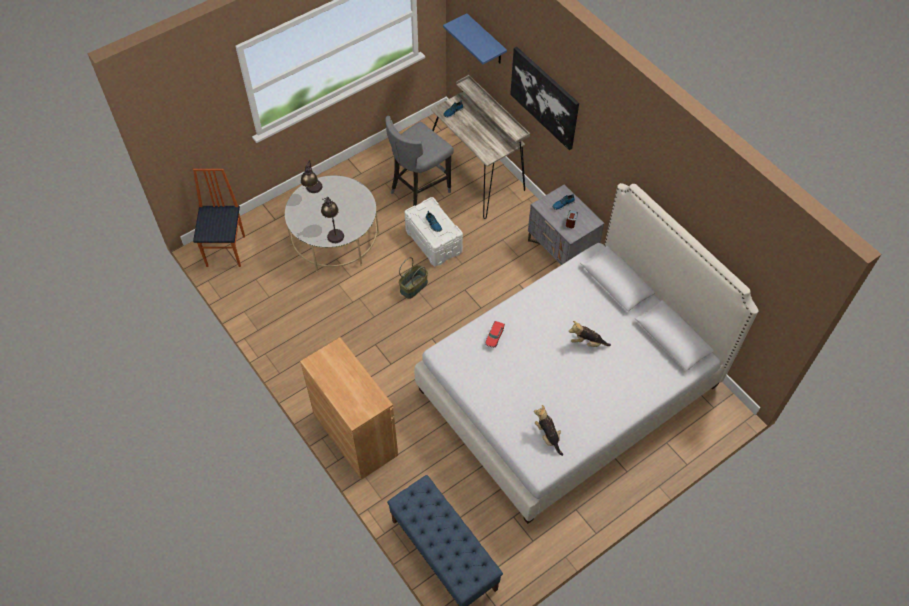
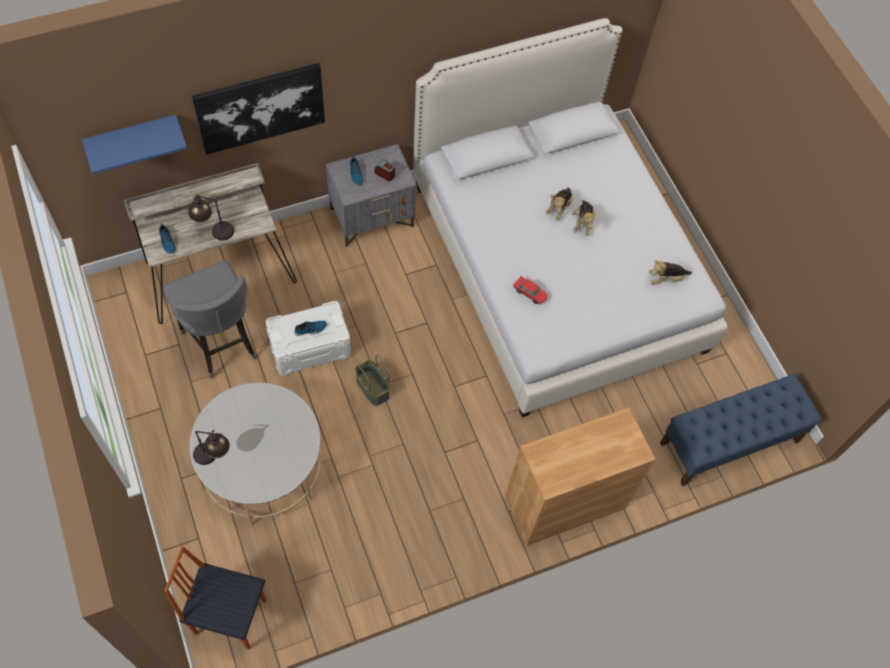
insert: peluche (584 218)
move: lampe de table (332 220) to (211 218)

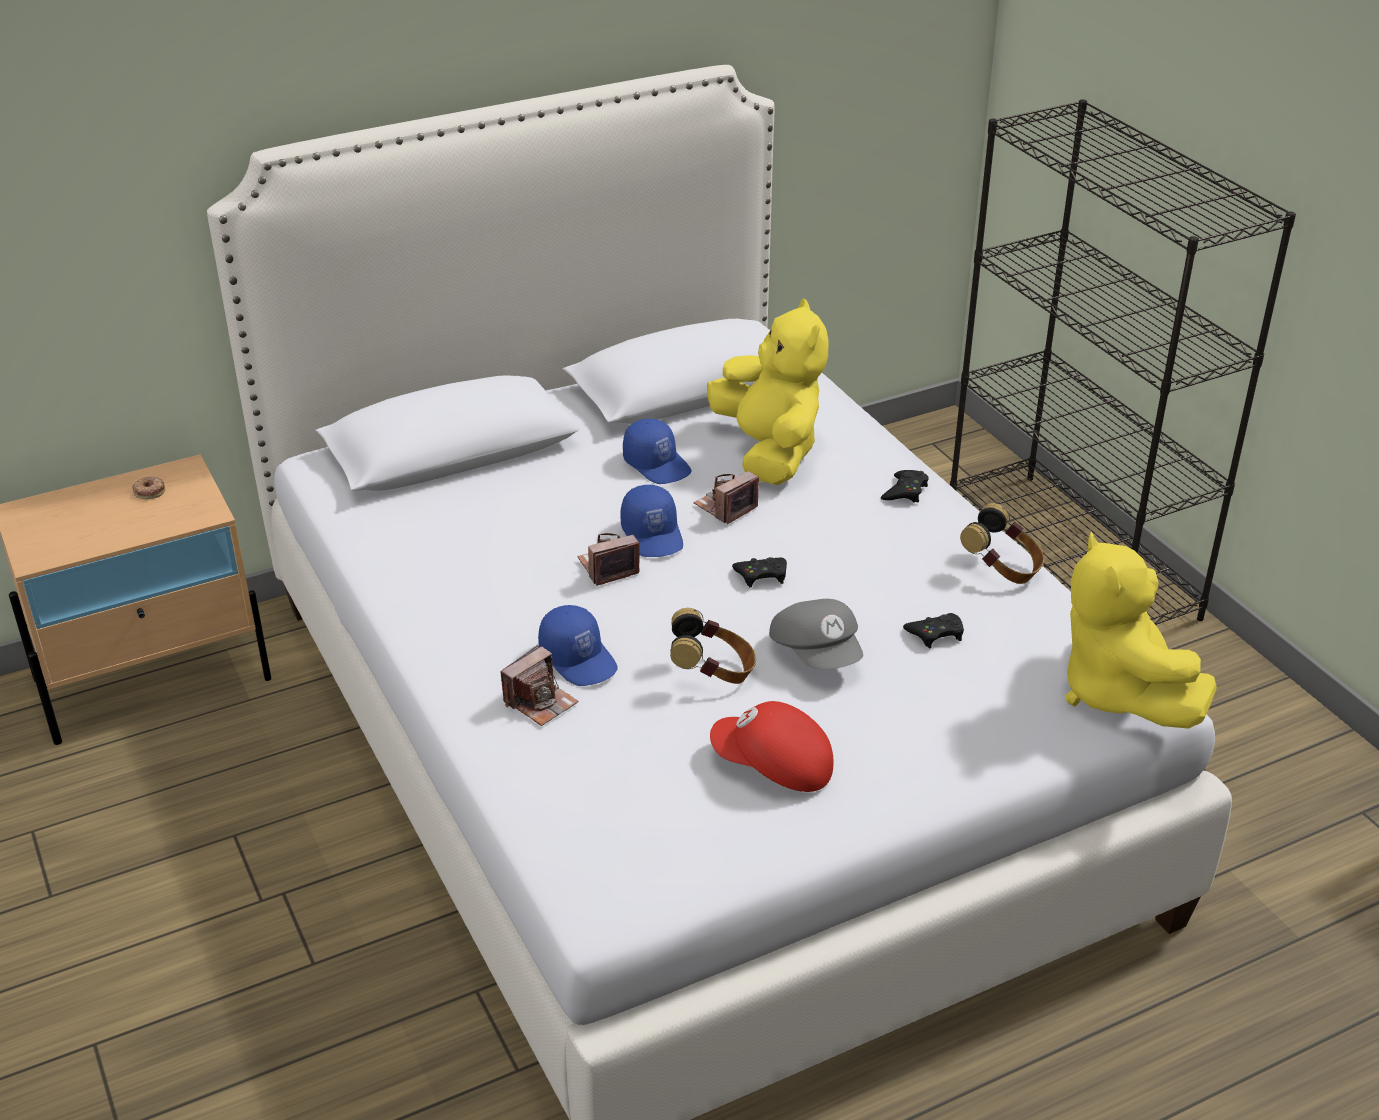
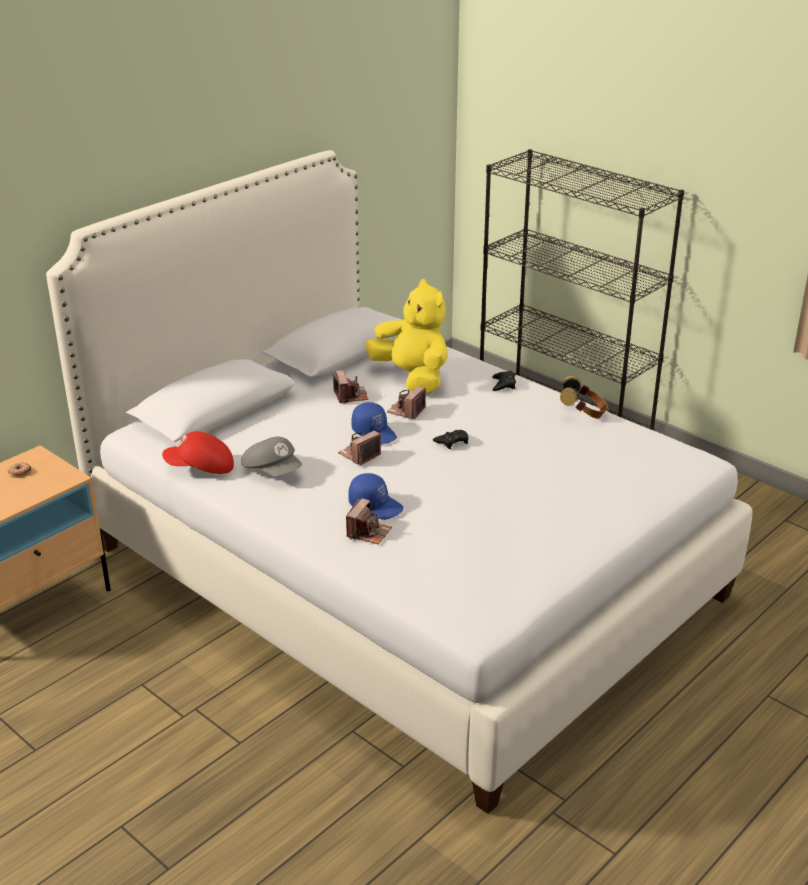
delete: casque audio (713 646); manette/noir (933 630); peluche/jaune (1141 630)
move: casquette/rouge (772 746) to (198 452); casquette/gris (816 634) to (271 456)
replace: casquette/bleu (657 451) to appareil photo (350 387)

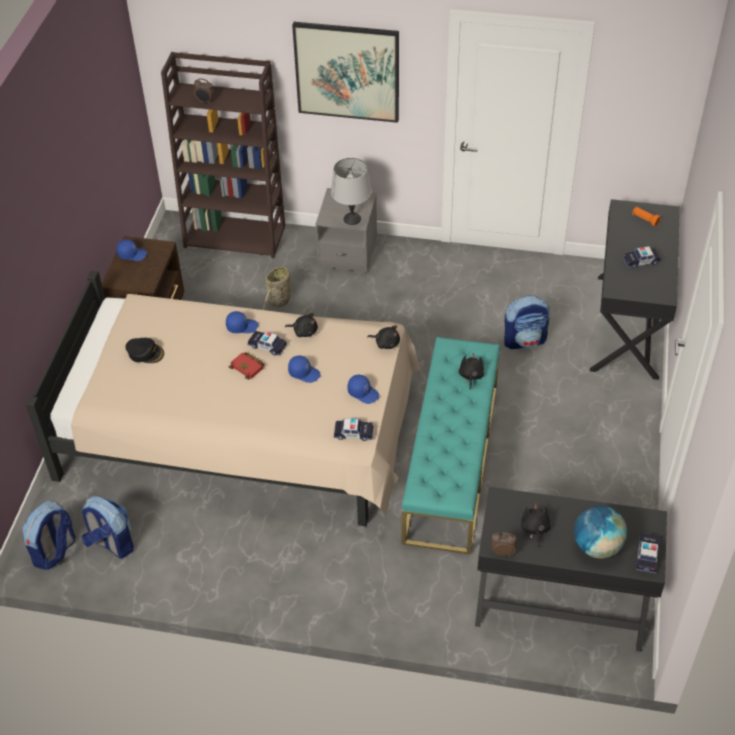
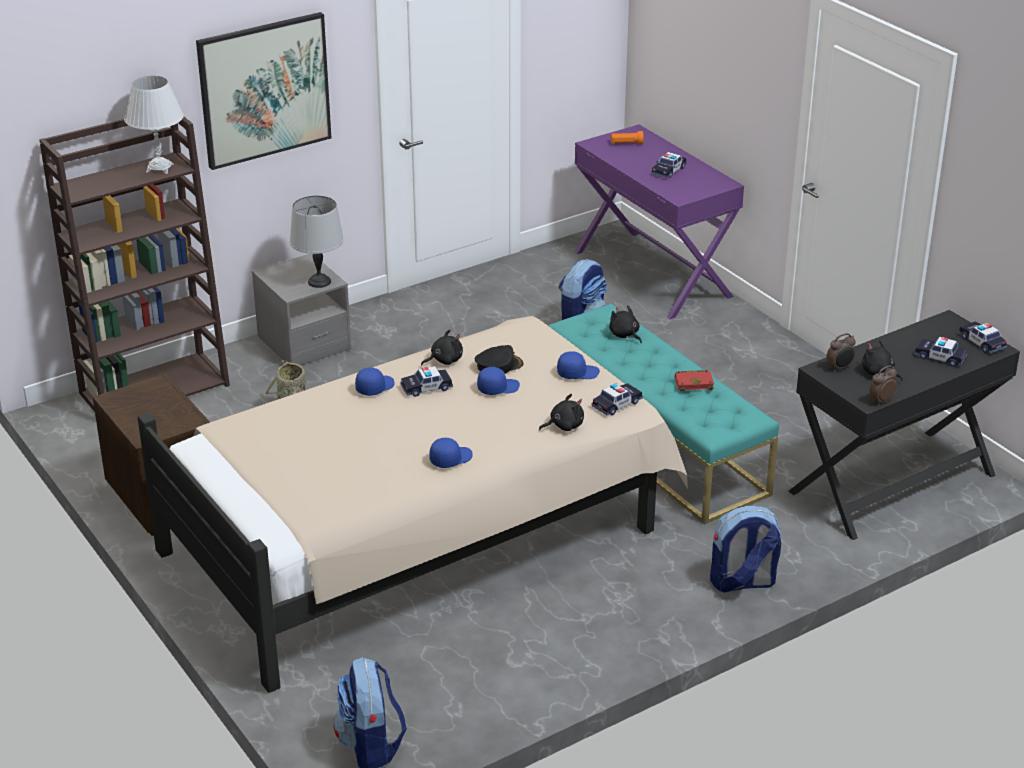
insert: lampe de table/blanc (154 125)
move: sac à dos (107 527) to (745 549); casquette/bleu (132 250) to (451 453); casquette/noir (144 350) to (499 359); réveil (204 91) to (841 352); livre/rouge (247 365) to (694 380); peluche/noir (383 337) to (561 412)
replace: globe (601 532) to petite voiture (940 352)
recolor: bureau/noir (635 289) to bureau/violet (659 222)

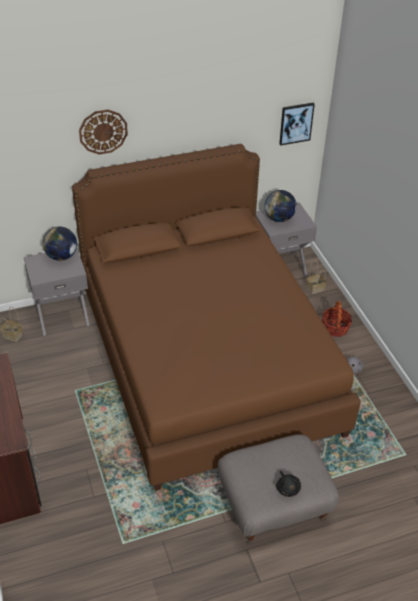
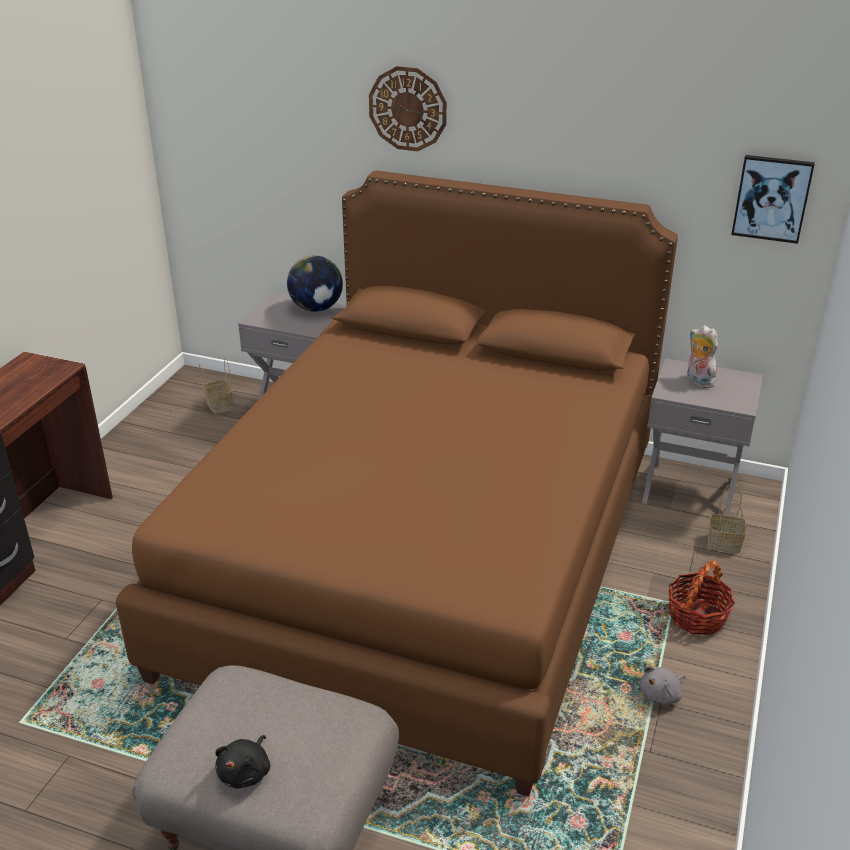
replace: globe (280 206) to peluche (702 356)

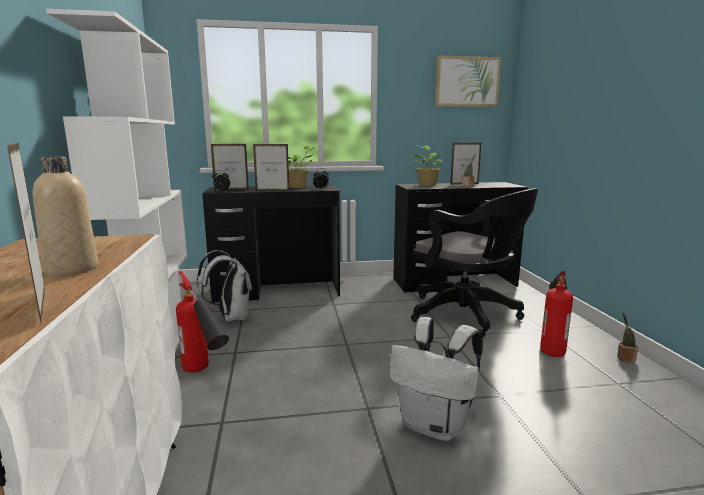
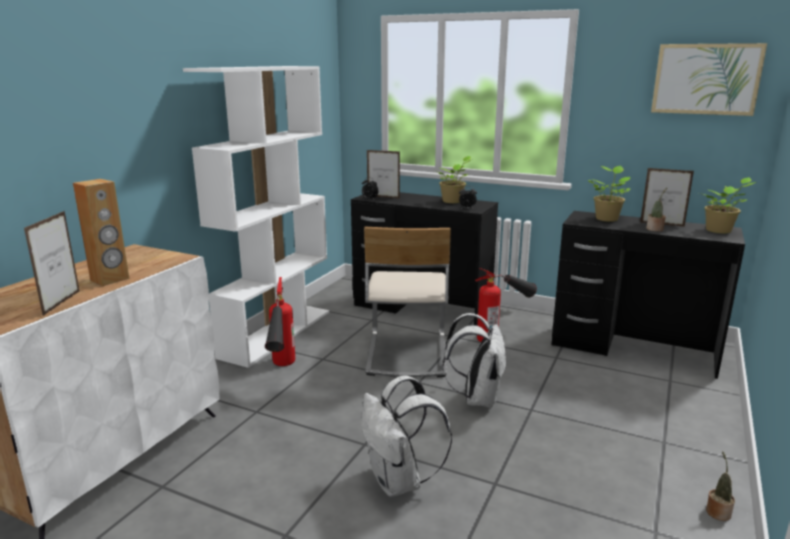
delete: cadre photo (271 167); chaise de bureau/noir (474 262)
insert: chaise/beige (407 302); plante en pot (727 205)
move: sac à dos/blanc (224 285) to (474 360); extincteur (556 314) to (506 305)
replace: bouteille/beige (65 216) to enceinte/marron (101 232)

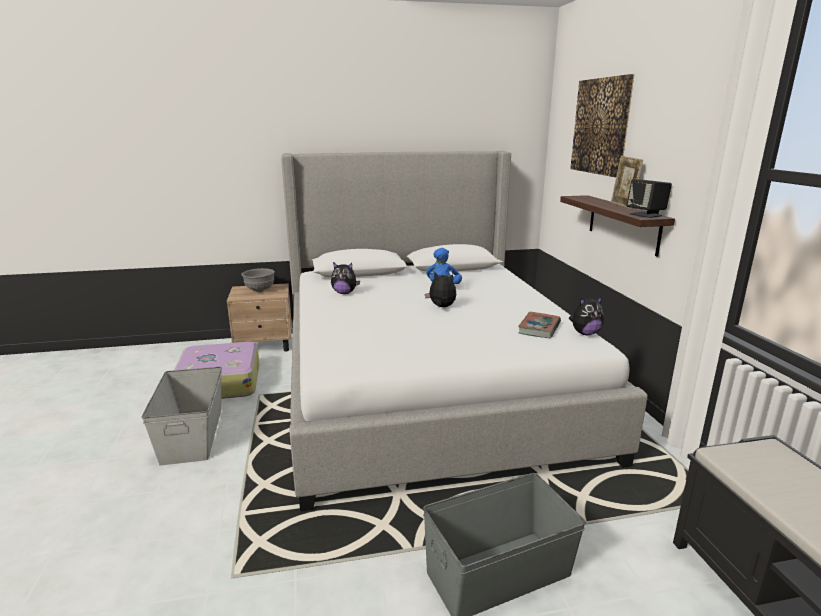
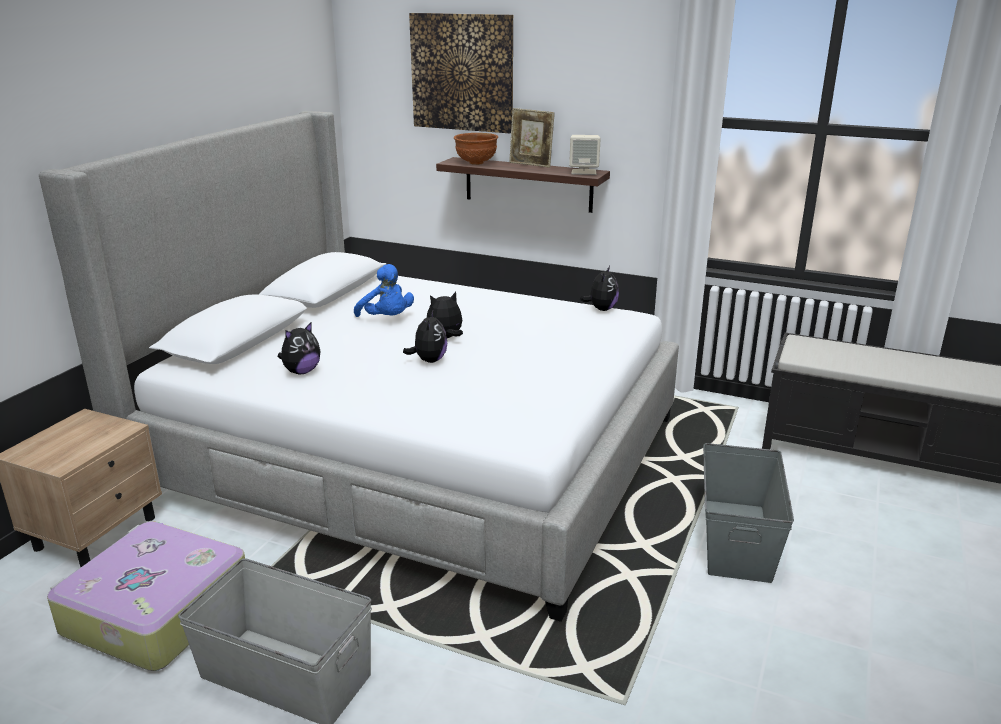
delete: bol/gris (258 280); livre (539 325)
insert: peluche (425 336); bol/marron (476 149)
recolor: enceinte/noir (649 198) to enceinte/beige (584 155)

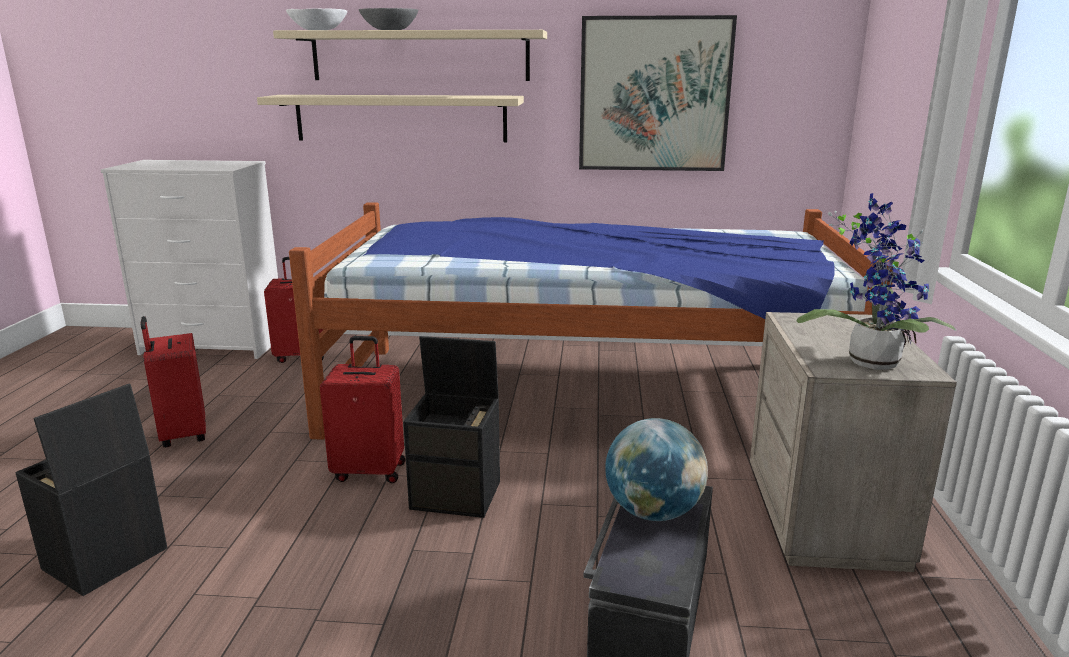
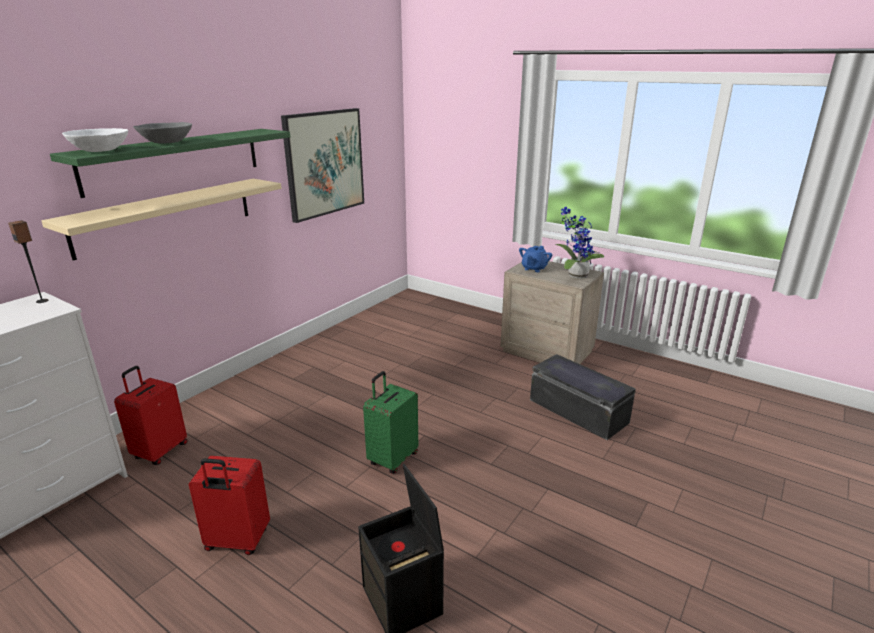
delete: lit (591 321); boîte de rangement/noir (451 427); globe (656 469)
insert: enceinte (28 261); théière/bleu (535 259)
recolor: étagère/beige (410 55) to étagère/vert (170 163); valise/rouge (362 409) to valise/vert (390 422)

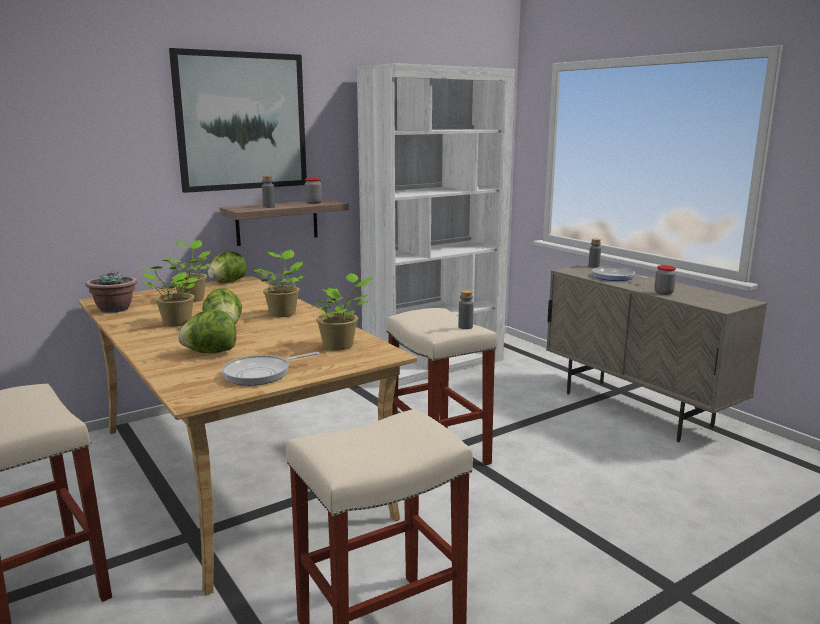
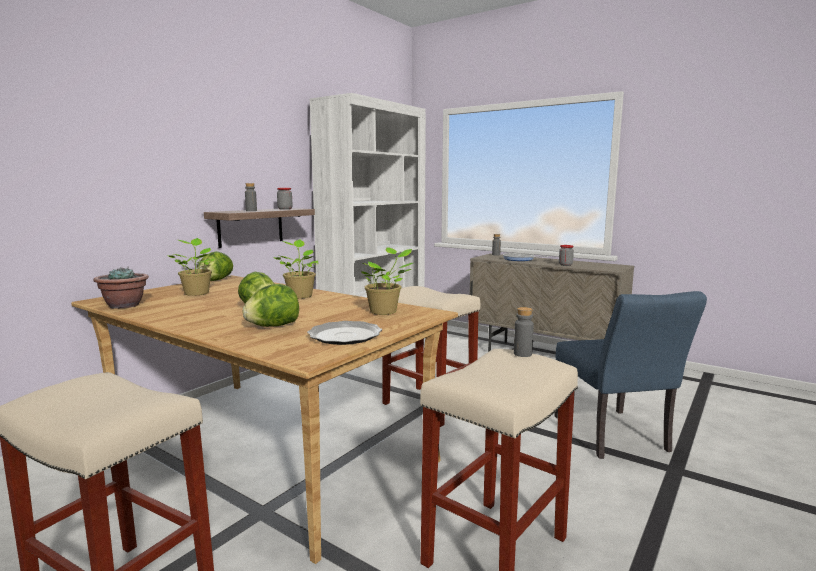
delete: plante en pot (167 295); tableau (238 120)
insert: chaise/bleu (631 375)
move: bouteille/gris (466 309) to (524 332)
replace: poêle (270 369) to assiette (344 333)

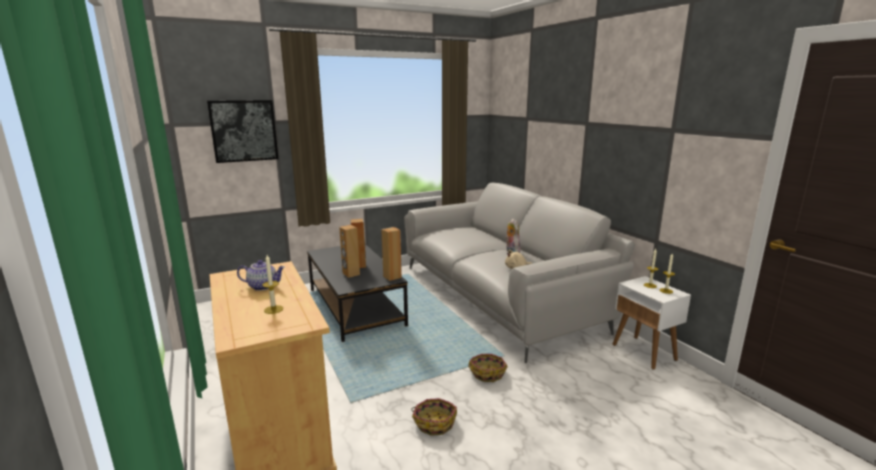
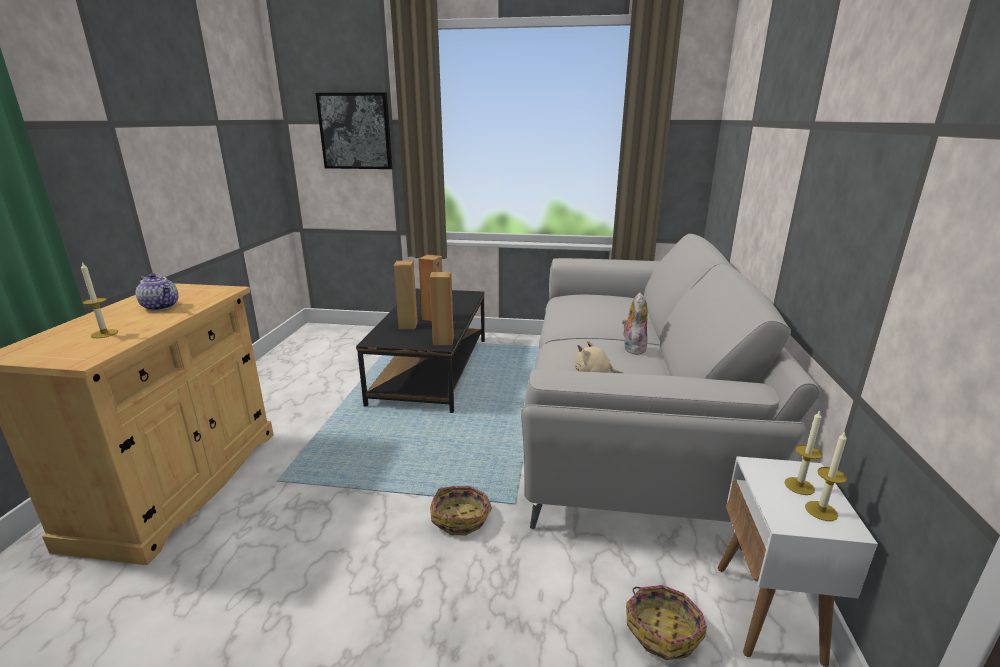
move: panier (434 417) to (666 622)

